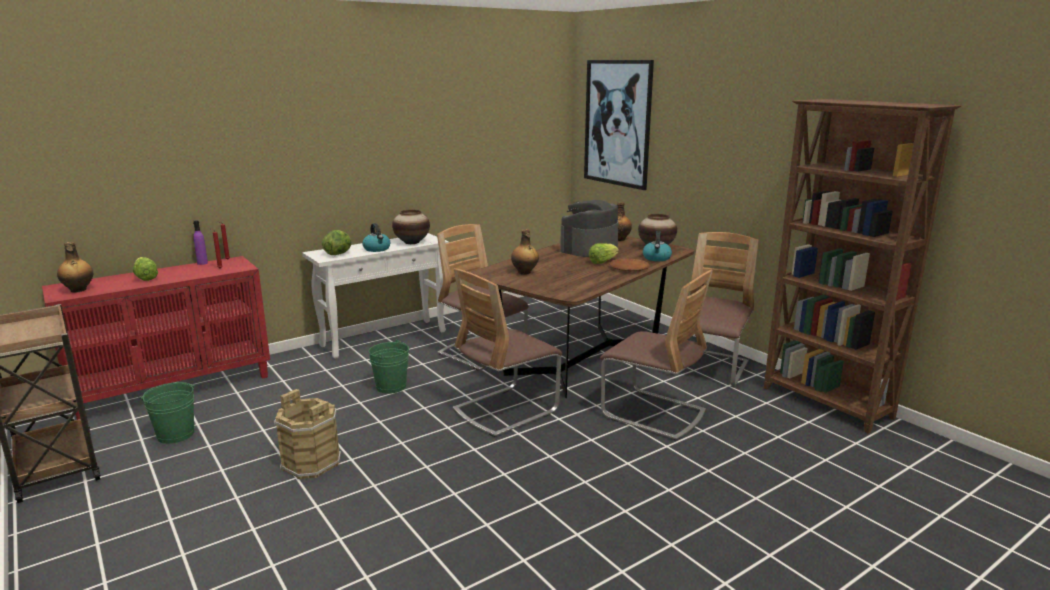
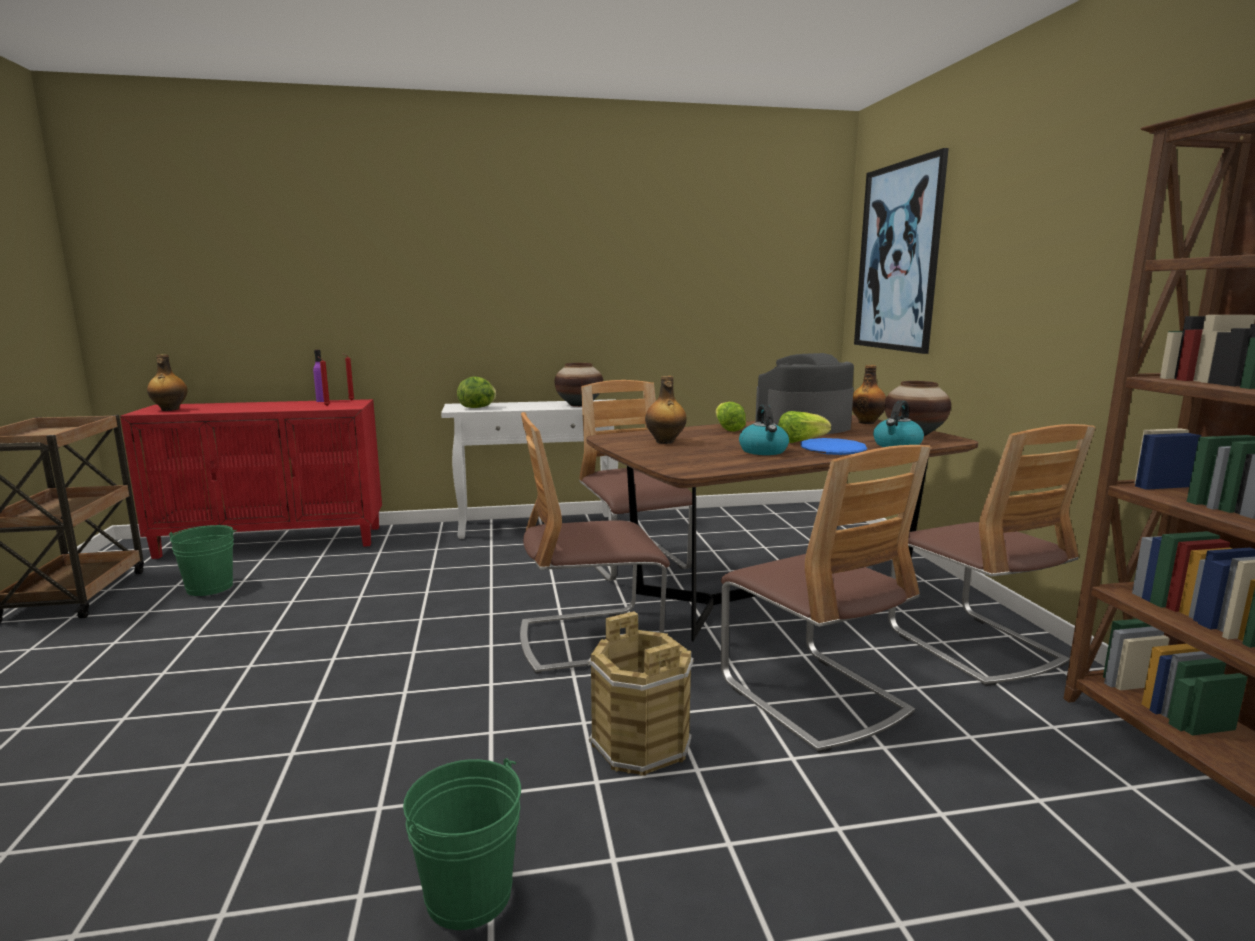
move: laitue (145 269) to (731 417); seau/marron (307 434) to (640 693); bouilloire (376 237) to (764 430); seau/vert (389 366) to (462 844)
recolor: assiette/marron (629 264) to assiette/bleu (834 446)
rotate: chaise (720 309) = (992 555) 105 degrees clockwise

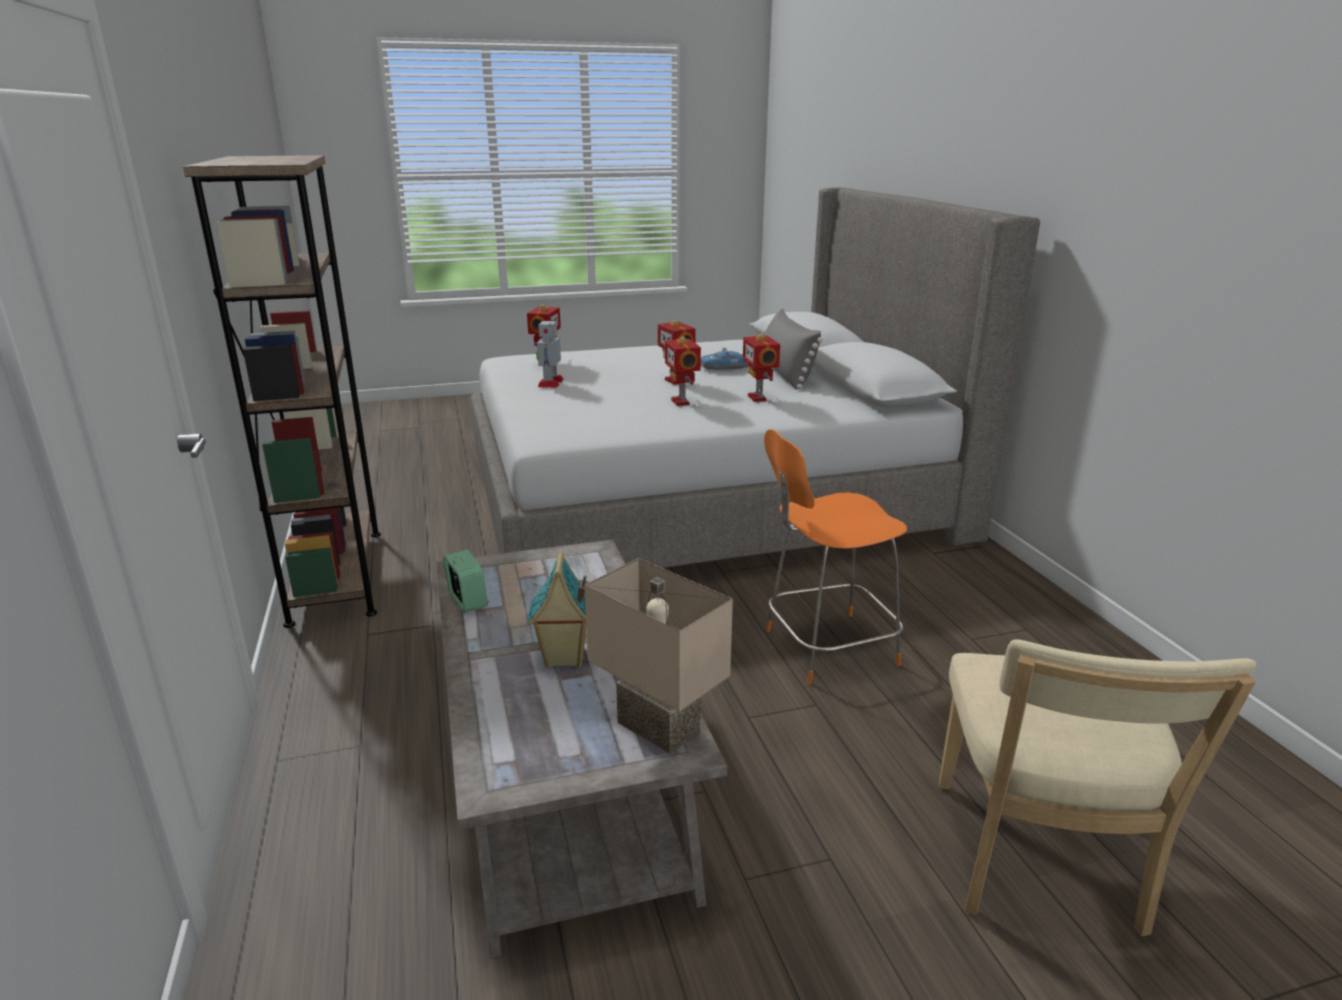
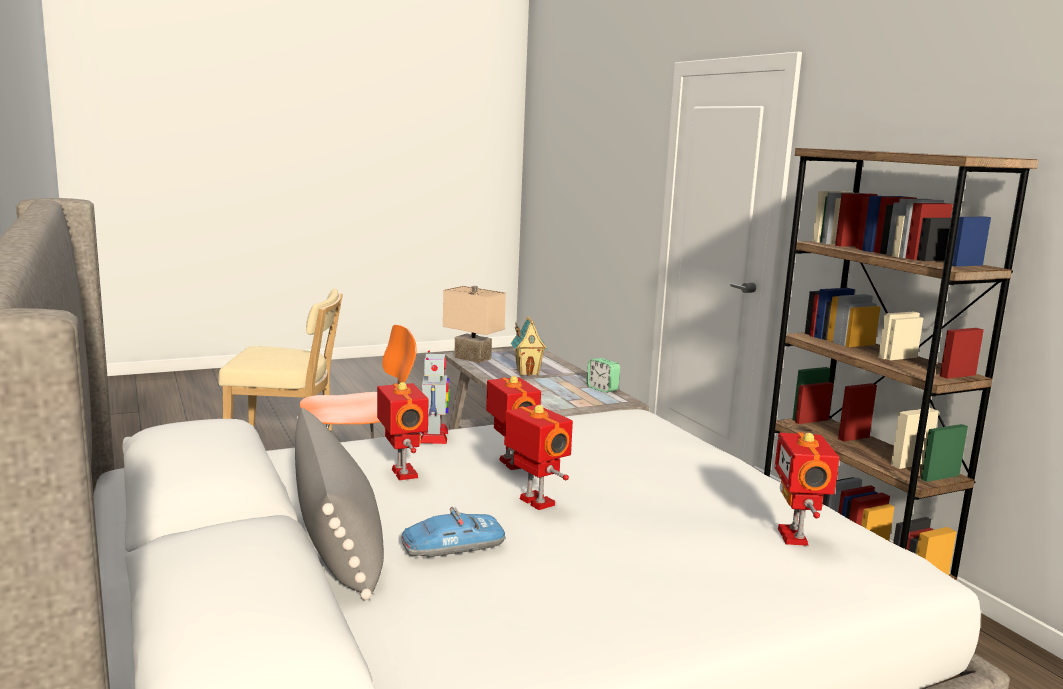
move: robot jouet (550 353) to (435 397)
rotate: chaise/beige (1097 787) = (280 359) 90 degrees clockwise

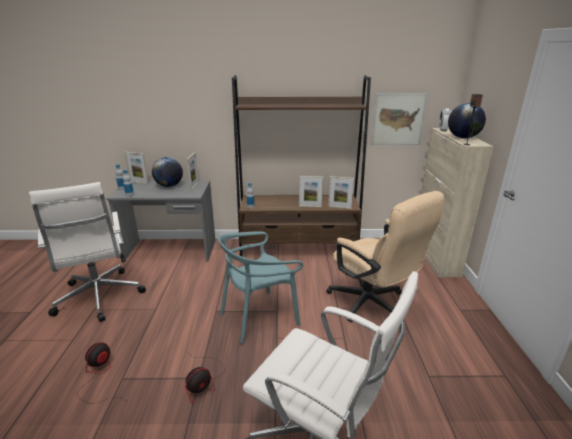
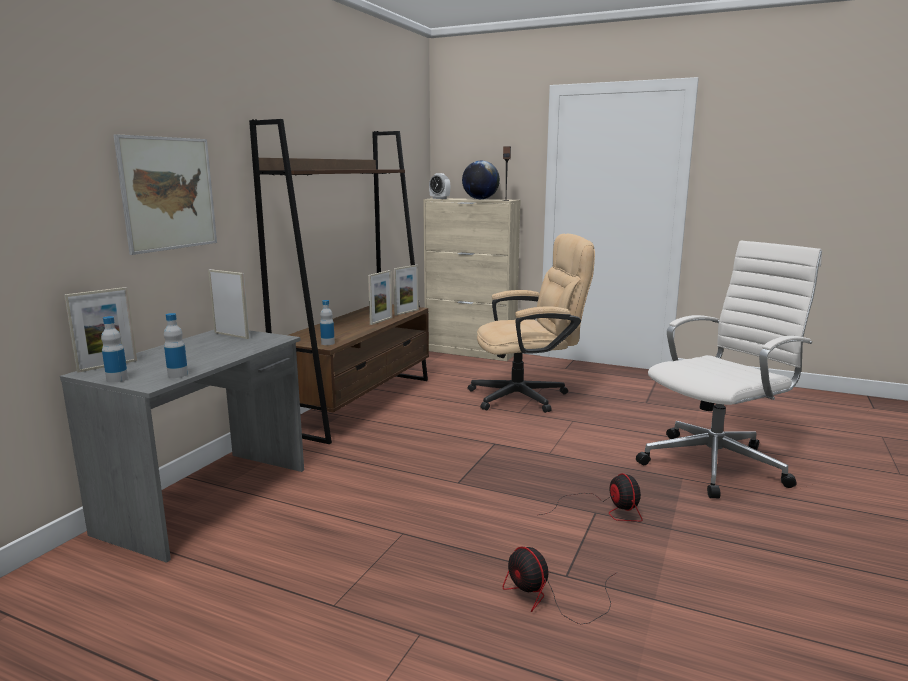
delete: chaise de bureau/blanc (87 252); globe (167 172); chaise/turquoise (260 287)
move: tableau (399 119) to (165 194)

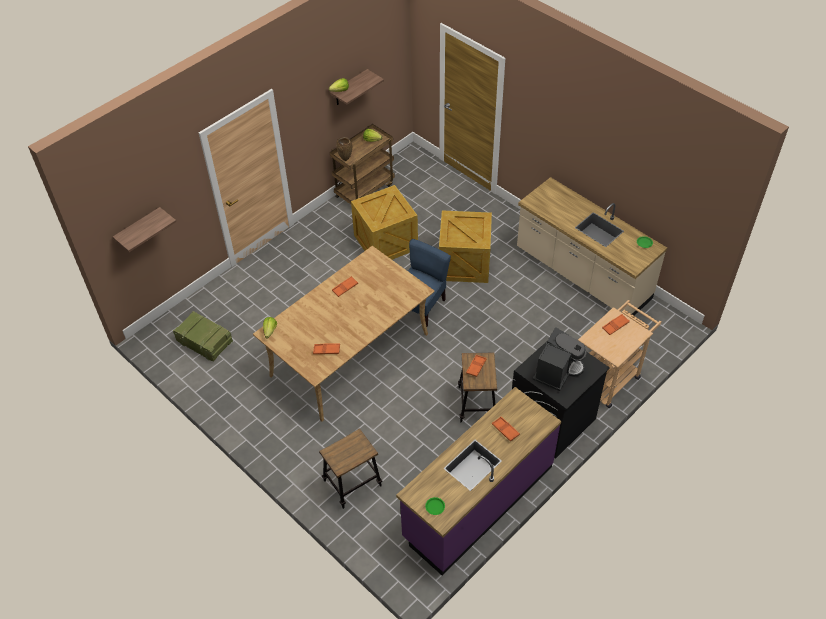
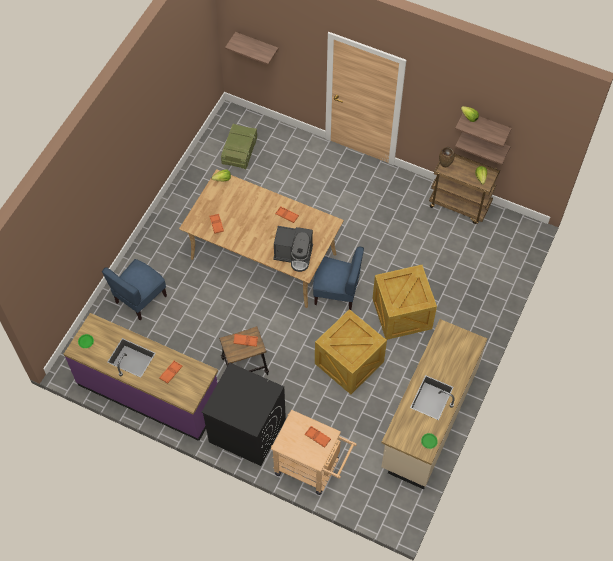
insert: étagère (483 148)
move: caisse (384 222) to (351 351); machine à café (560 359) to (293 249)
replace: tabouret (351 468) to chaise/bleu (134 290)

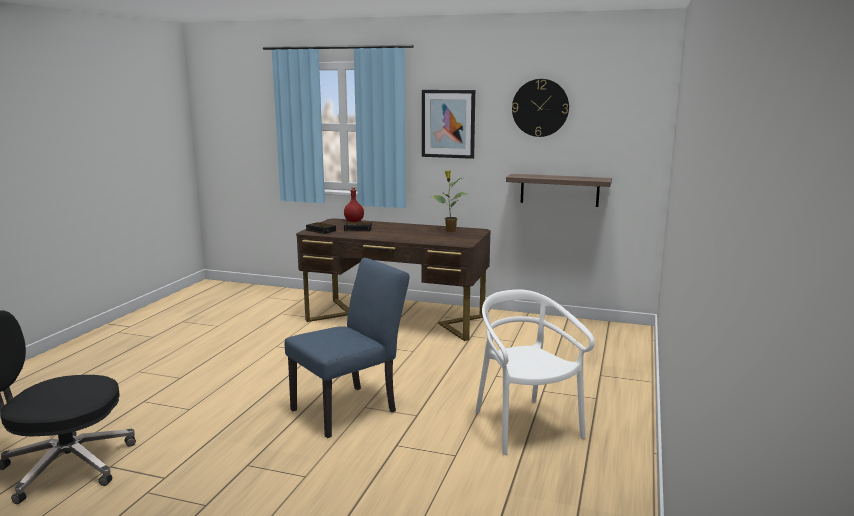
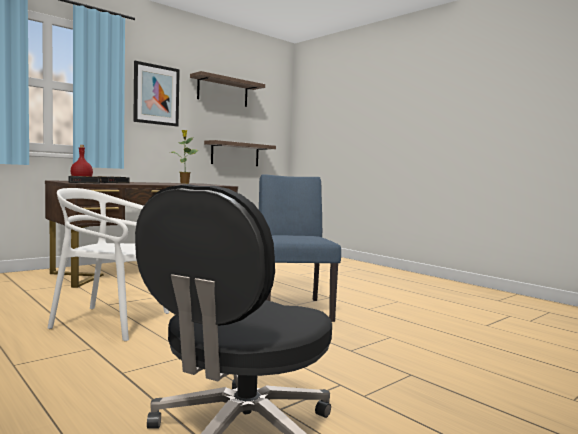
move: chaise/blanc (535 372) to (108 264)
replace: horloge murale (540 108) to étagère (227 89)

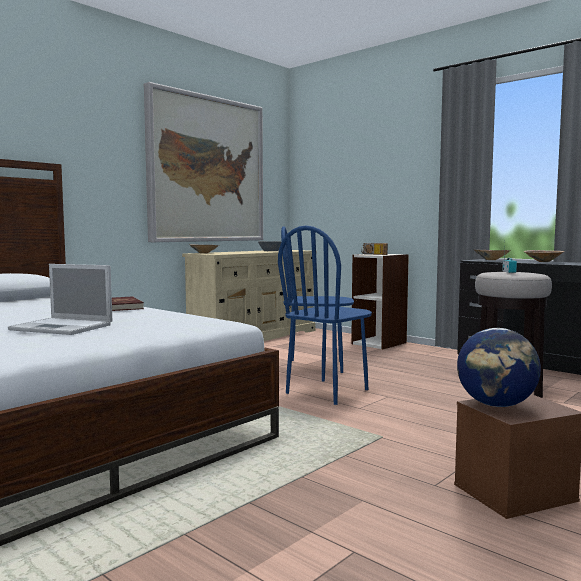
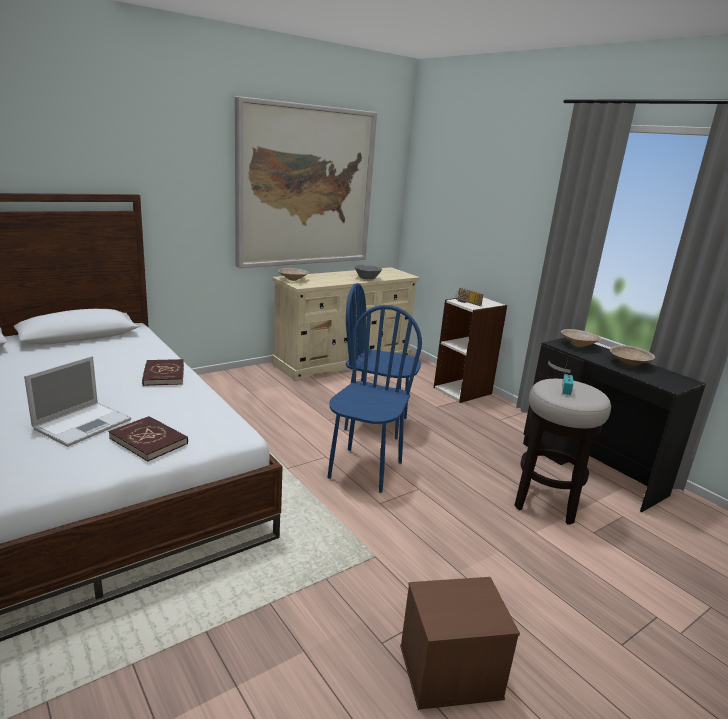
delete: globe (499 367)
insert: livre/rouge (148 438)
rotate: ordinateur portable (60 299) = (77 401) 90 degrees counterclockwise; chaise/bleu (325 315) = (374 399) 150 degrees clockwise

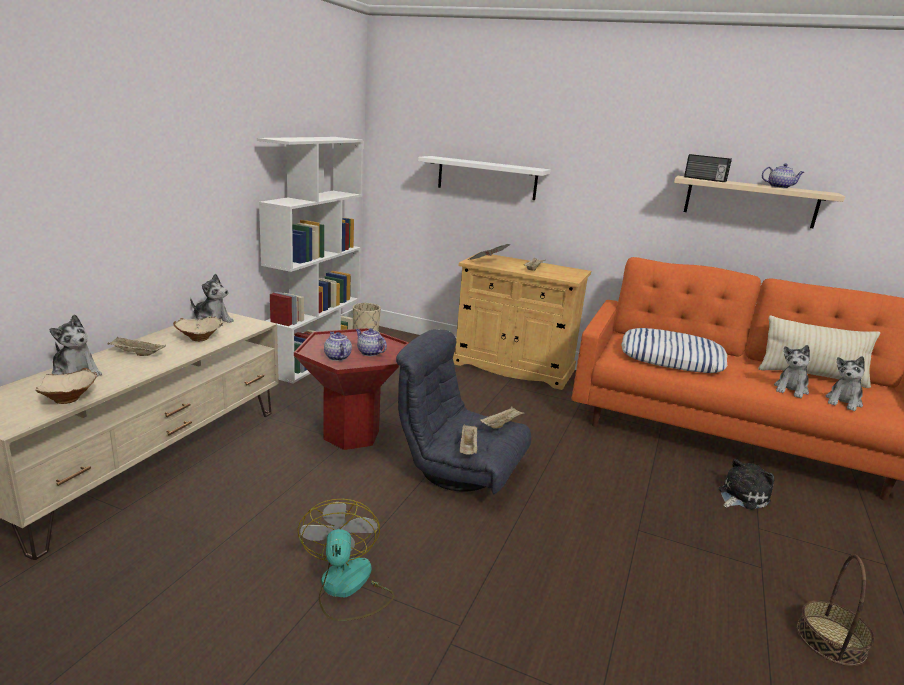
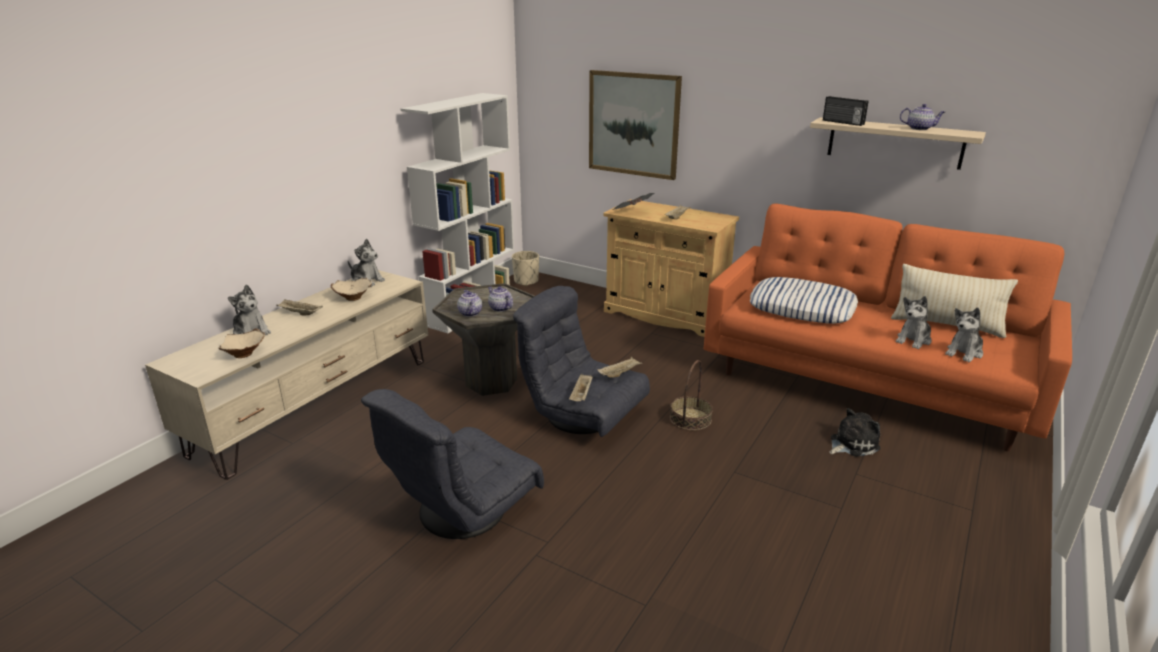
move: panier (835 610) to (691 395)
replace: ventilateur (345 560) to fauteuil/gris (452 464); étagère/blanc (484 178) to tableau (635 125)
recolor: table d'appoint/rouge (351 389) to table d'appoint/gris (483 339)

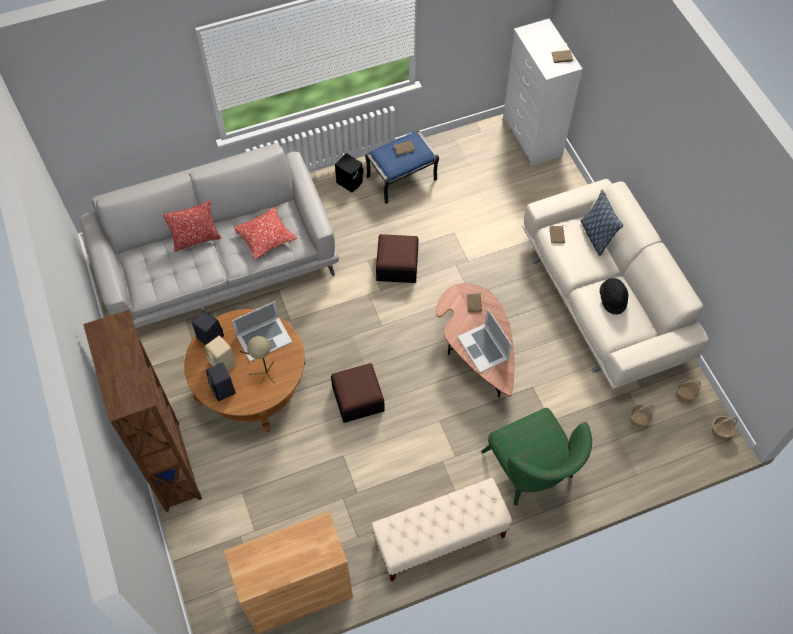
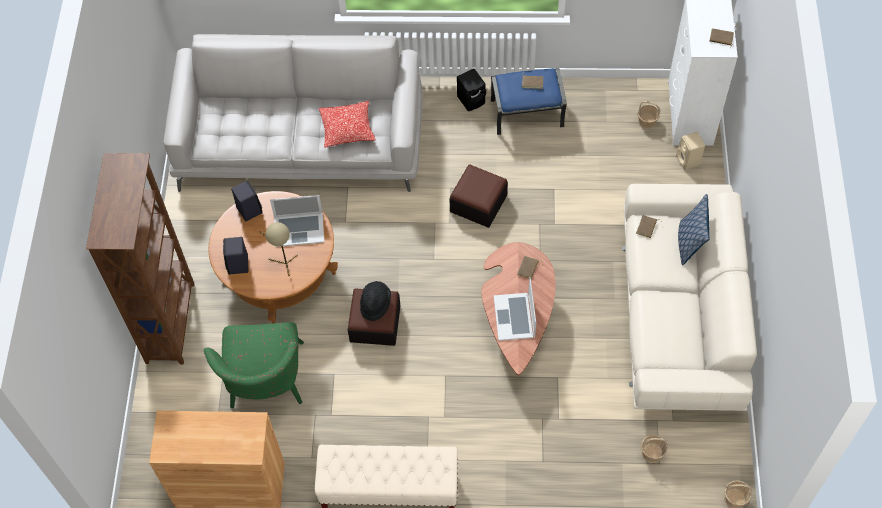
delete: coussin (192 226)
move: enceinte/beige (220 353) to (690 151); fauteuil/vert (536 456) to (254 365); chapeau/noir (614 296) to (375 301); panier (688 391) to (648 115)

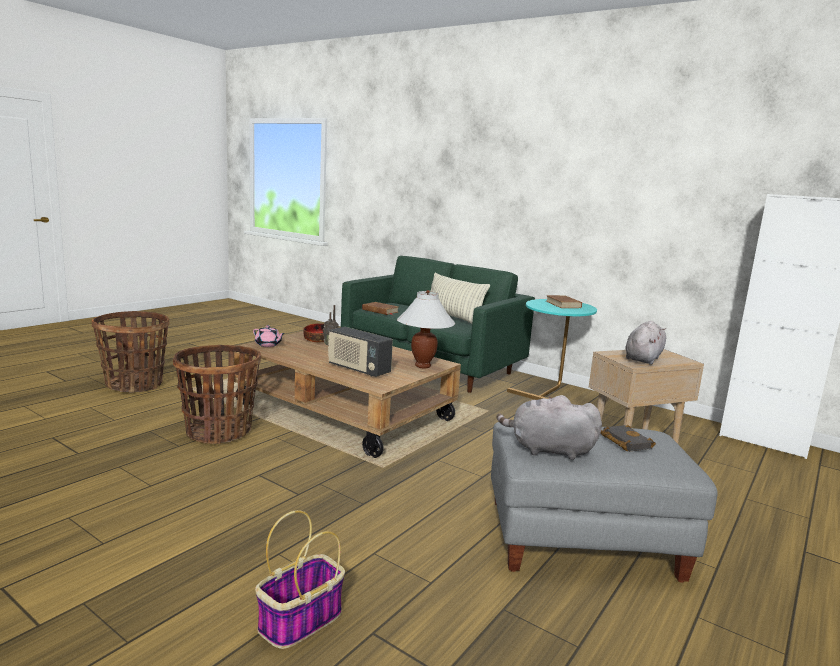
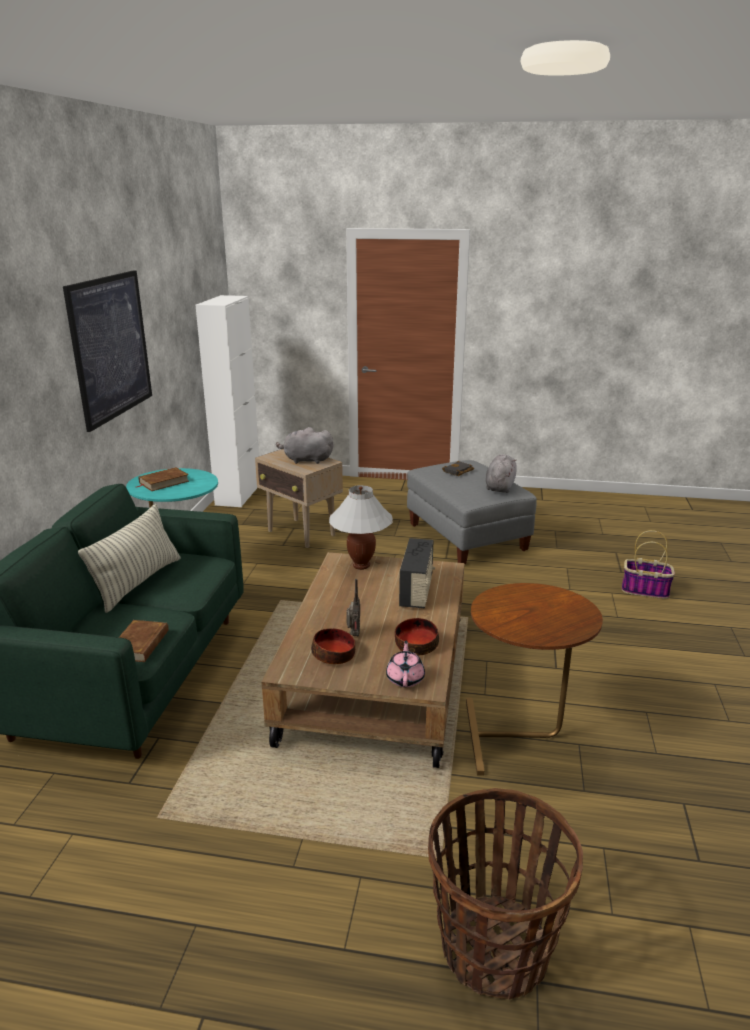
insert: tableau (107 351); bol (417 637)
replace: panier (217 394) to table d'appoint/marron (534 679)
rotate: peluche/gris (549 427) = (501 473) 150 degrees counterclockwise

